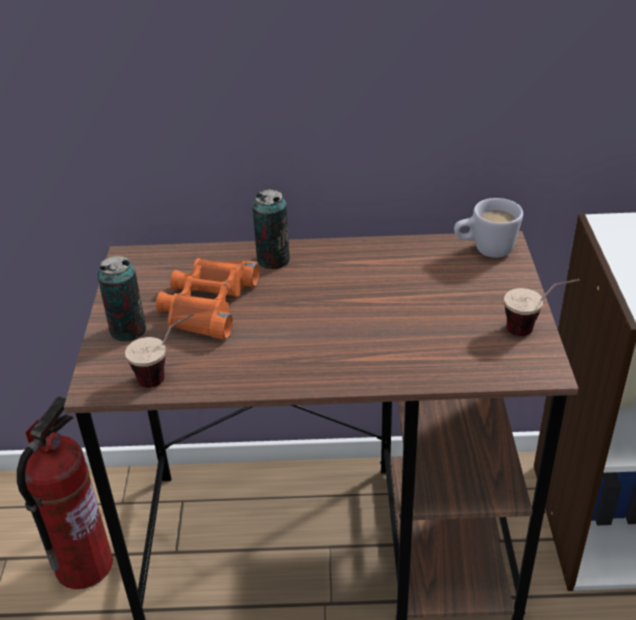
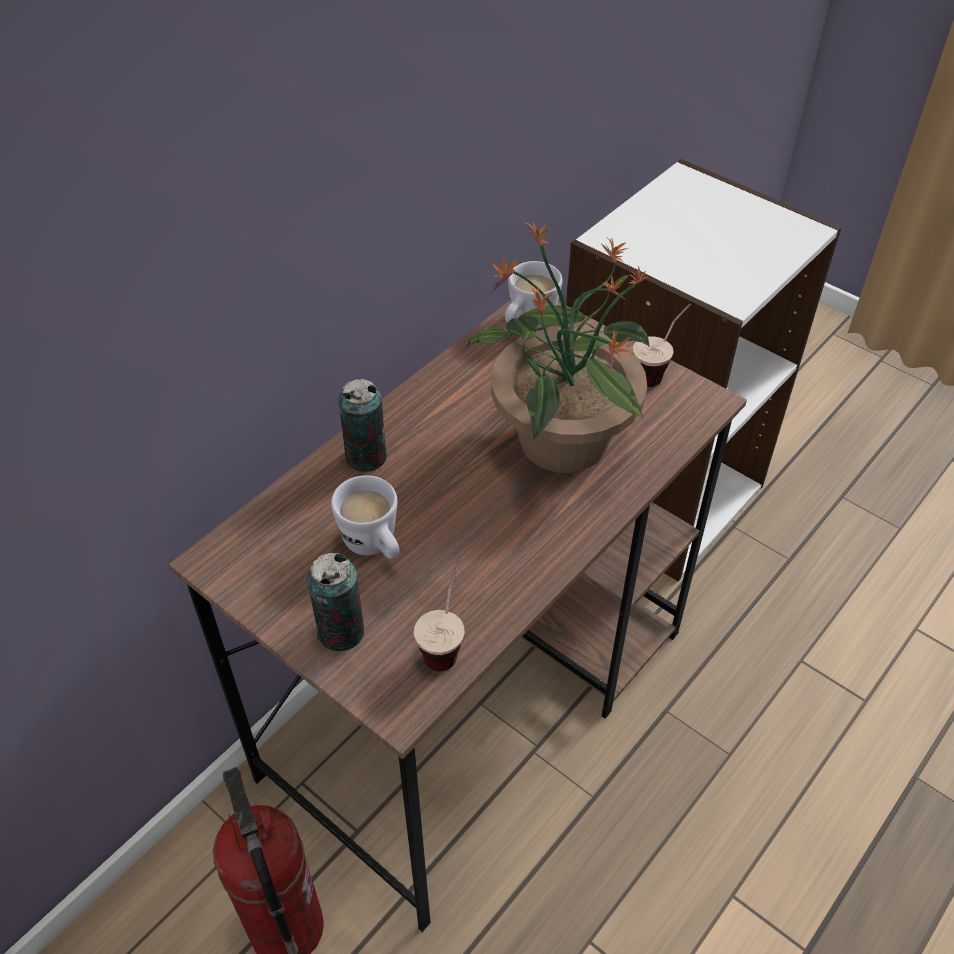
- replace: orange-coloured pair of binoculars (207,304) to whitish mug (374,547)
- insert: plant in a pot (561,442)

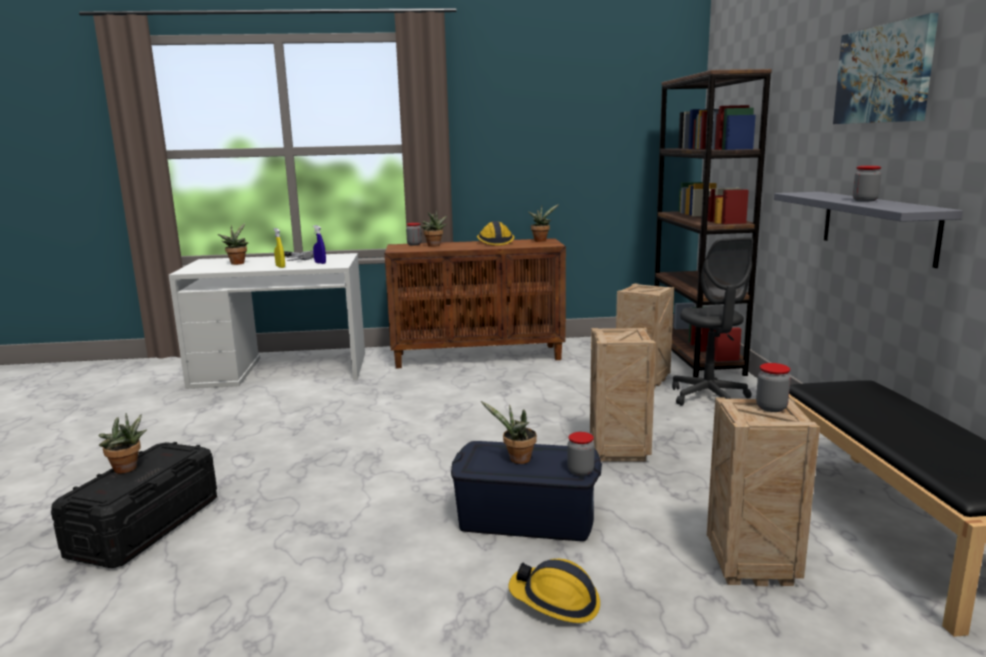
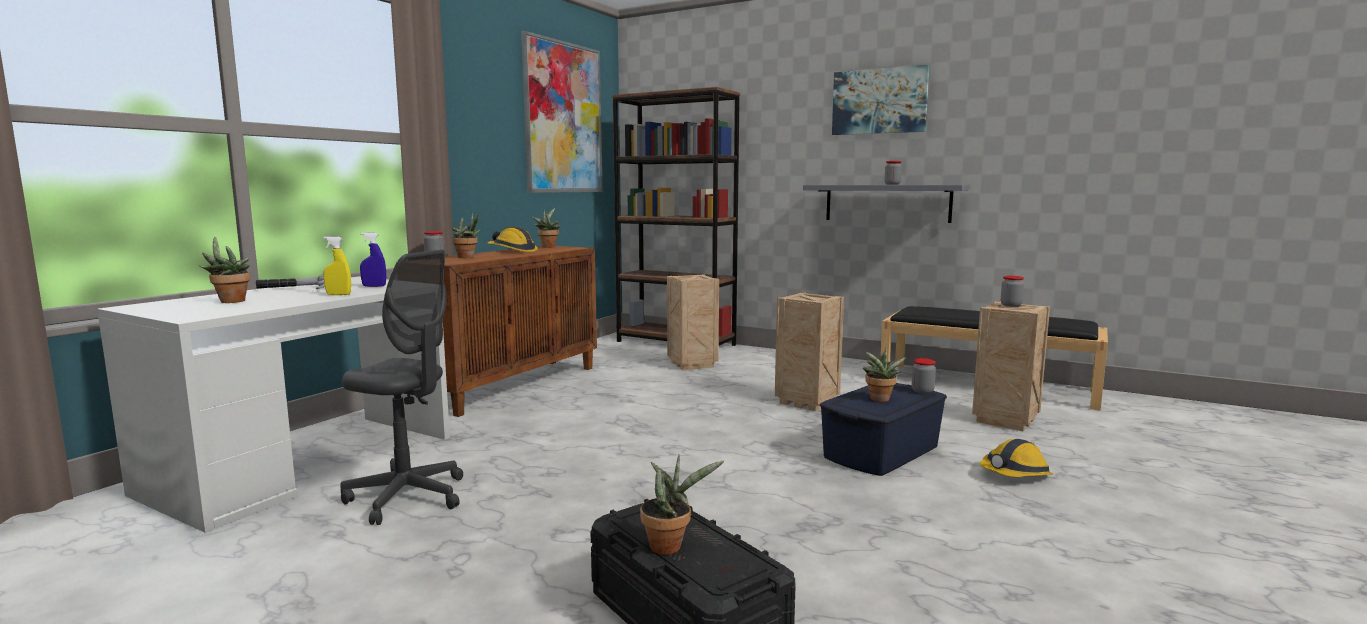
- move: gray desk chair (708,397) to (407,497)
- insert: wall art (563,118)

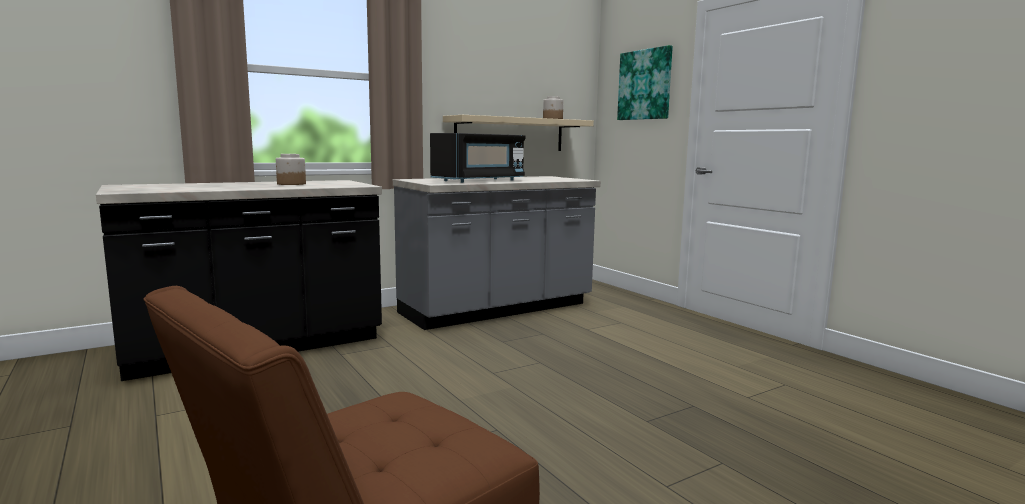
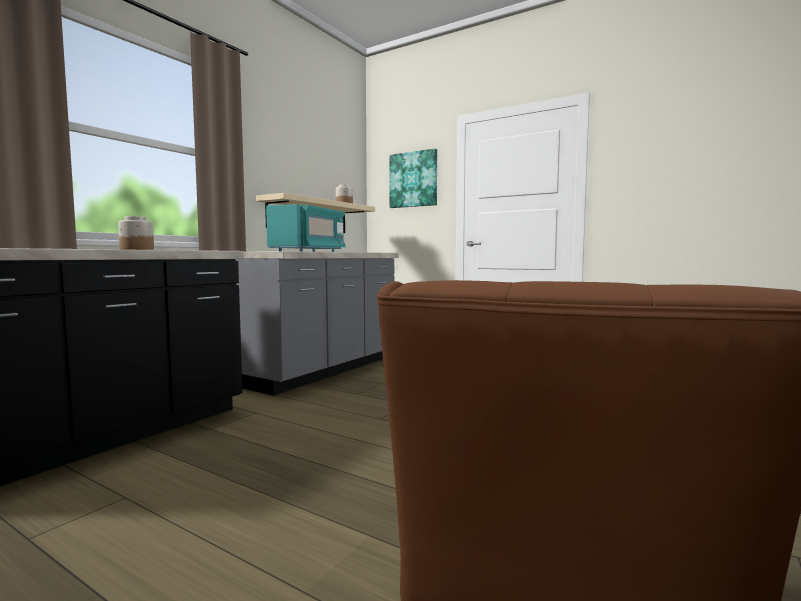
- recolor: black microwave oven (480,181) to turquoise-coloured microwave oven (309,251)

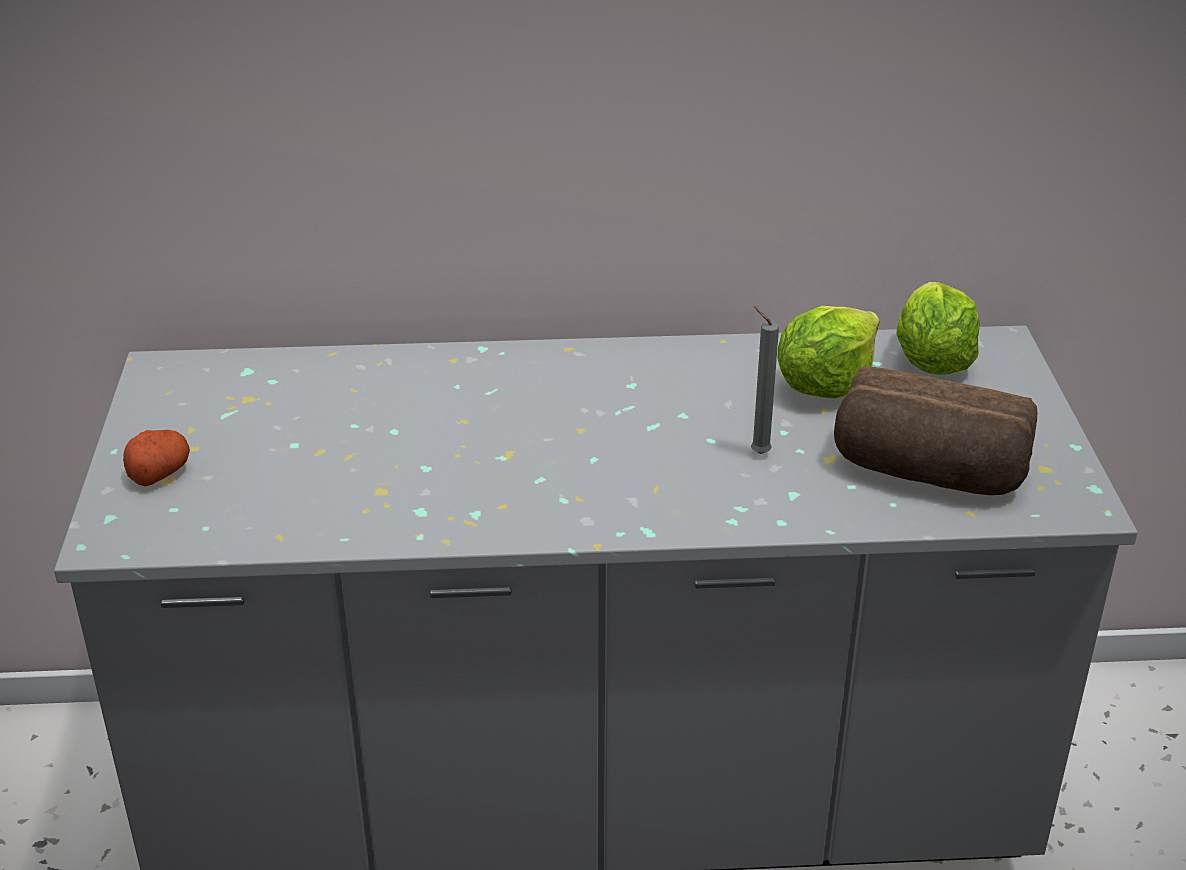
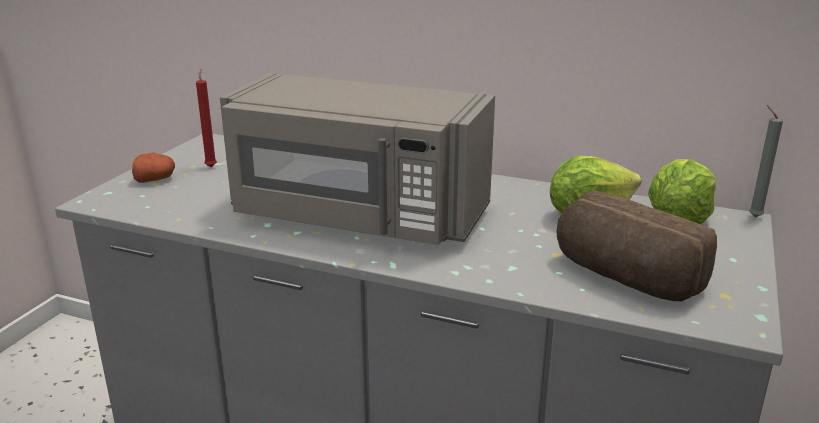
- move: gray wax light (757,452) to (753,216)
- insert: red wax light (211,166)
- insert: gray microwave oven (357,216)

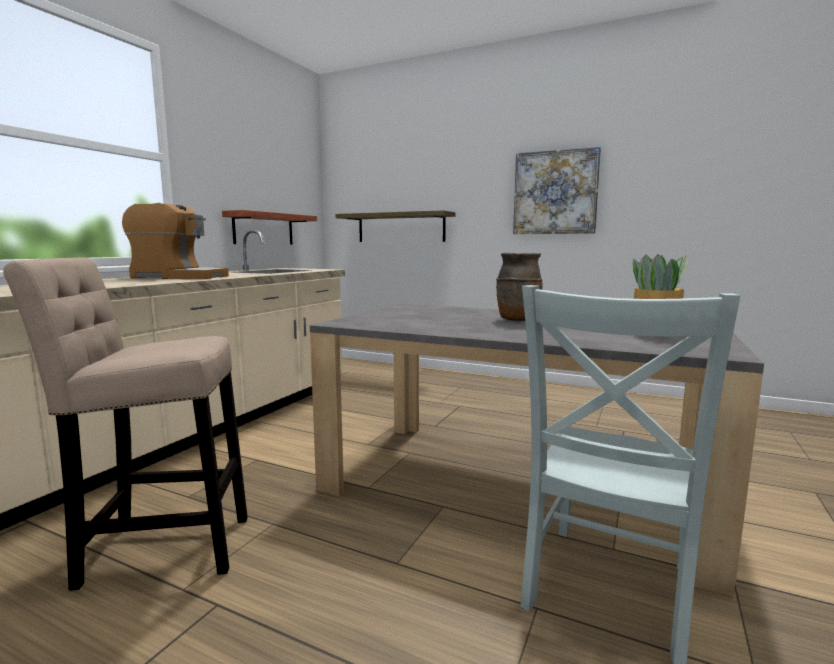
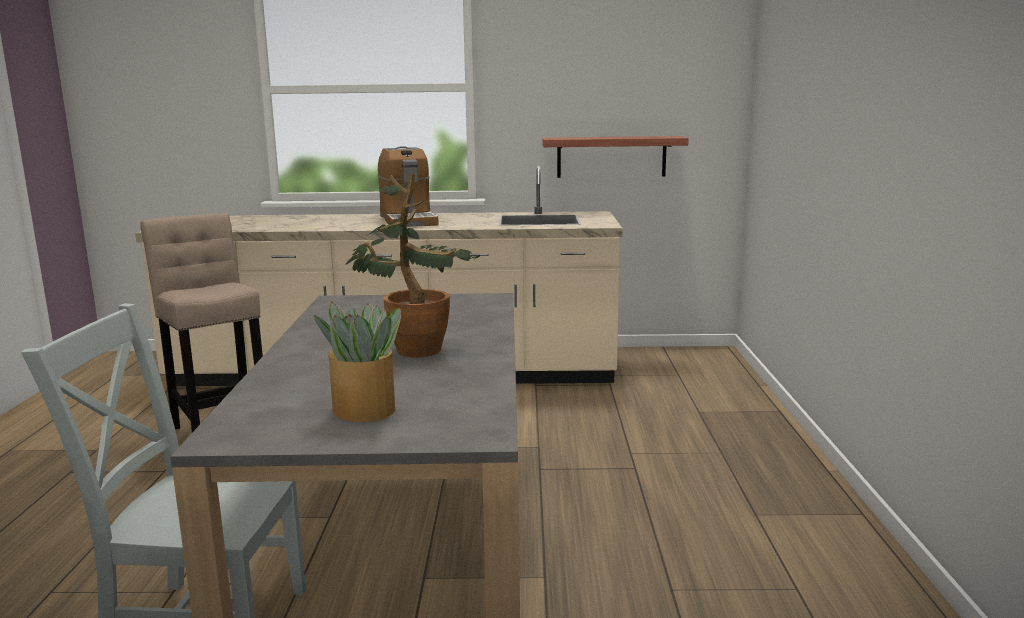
- delete: shelf (400,227)
- replace: brownish decorative vase (517,320) to plant in a pot (412,347)
- delete: wall art (555,192)

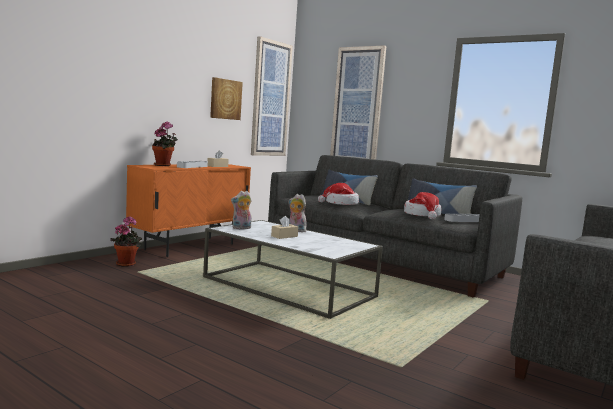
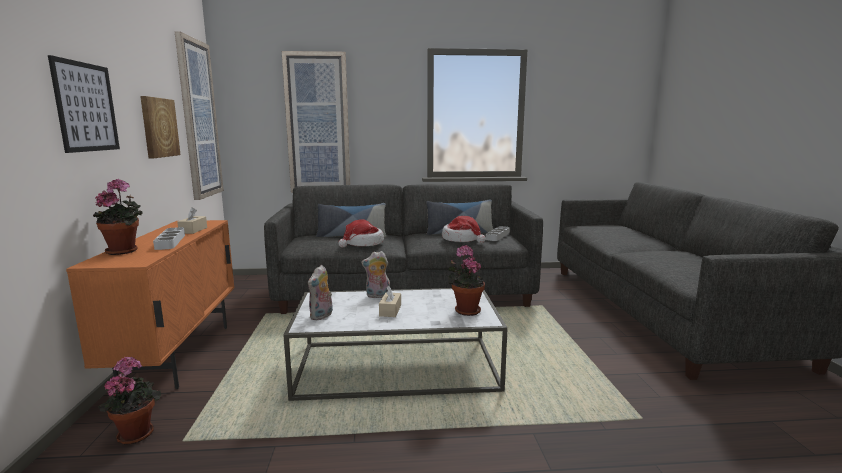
- insert: wall art (86,107)
- insert: plant in a pot (465,310)

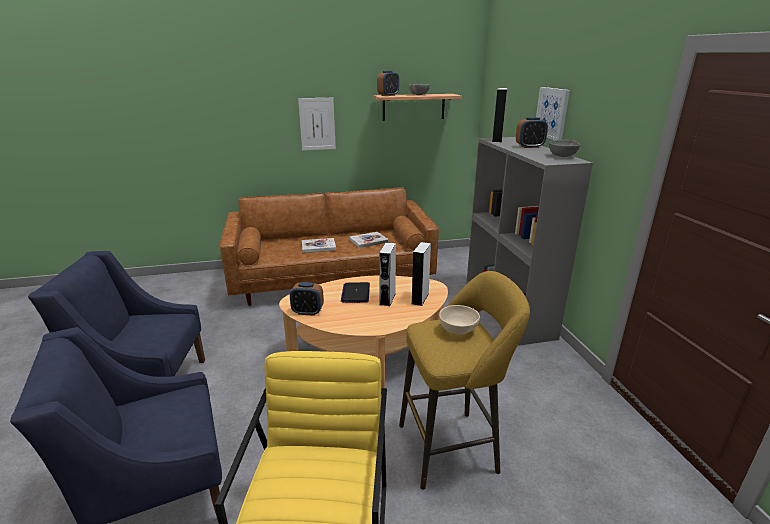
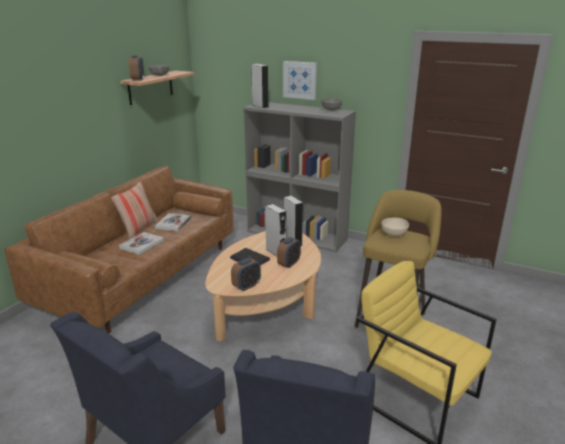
- delete: wall art (317,124)
- move: table clock (529,146) to (289,263)
- insert: throw pillow (138,229)

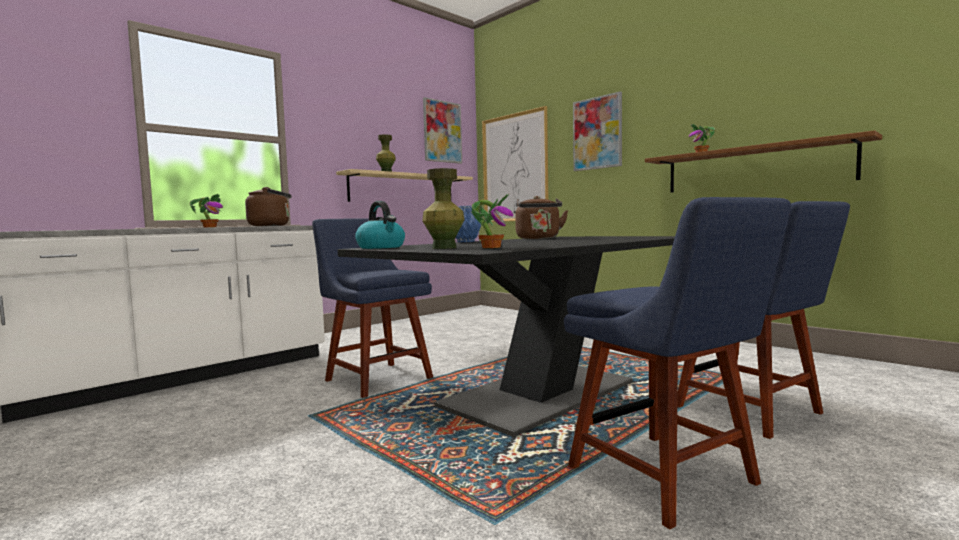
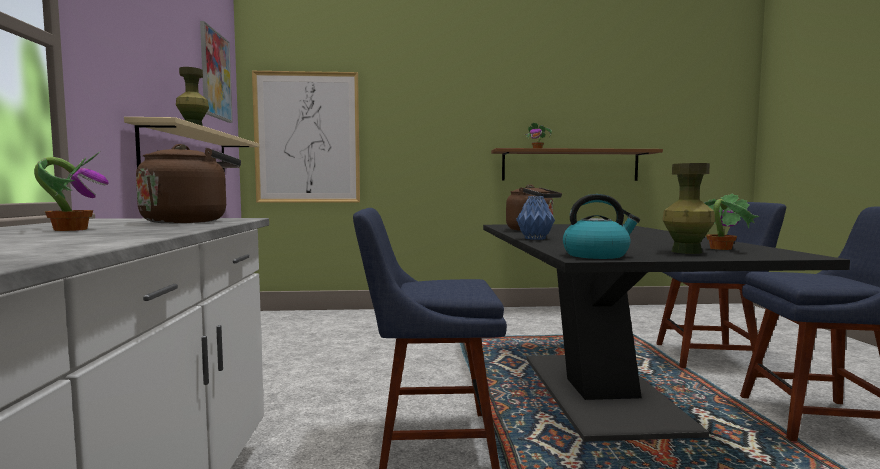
- delete: wall art (597,133)

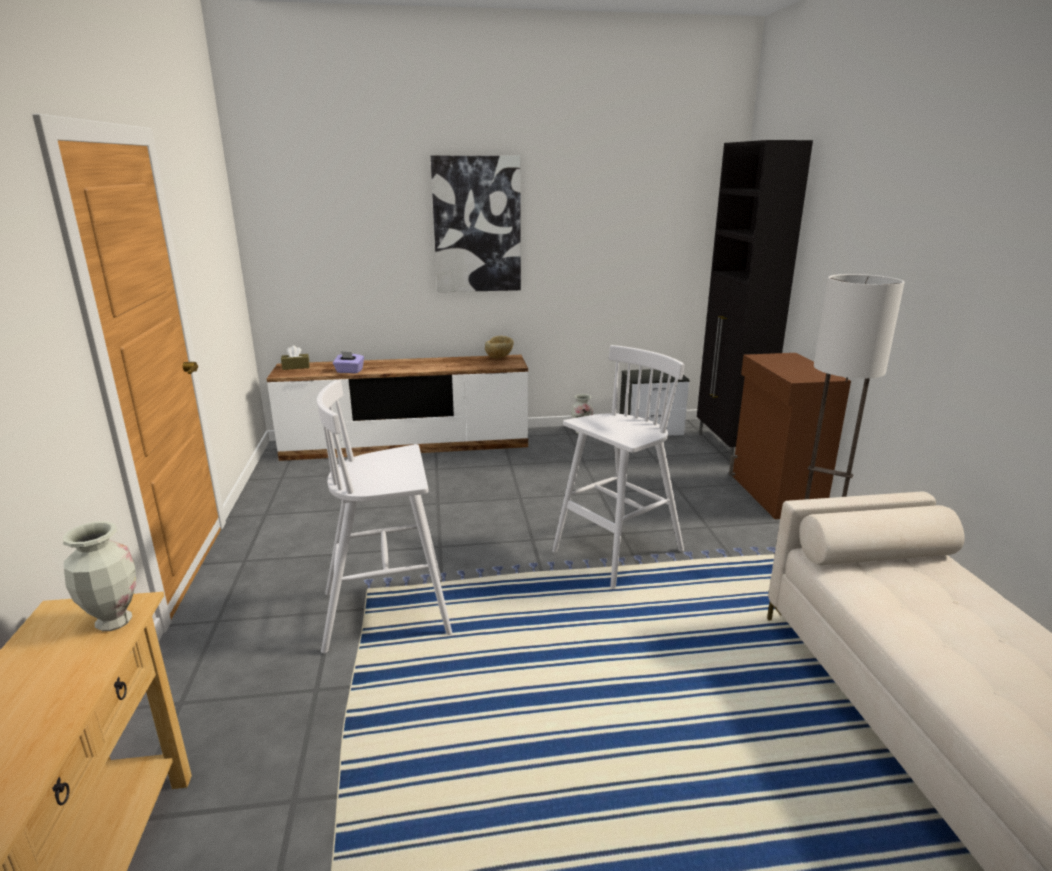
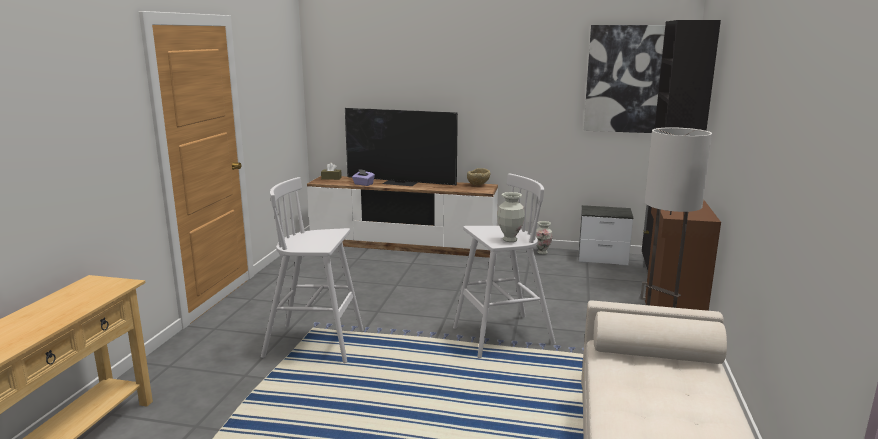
- move: decorative vase (113,622) to (509,240)
- move: wall art (477,225) to (622,79)
- insert: TV set (400,183)

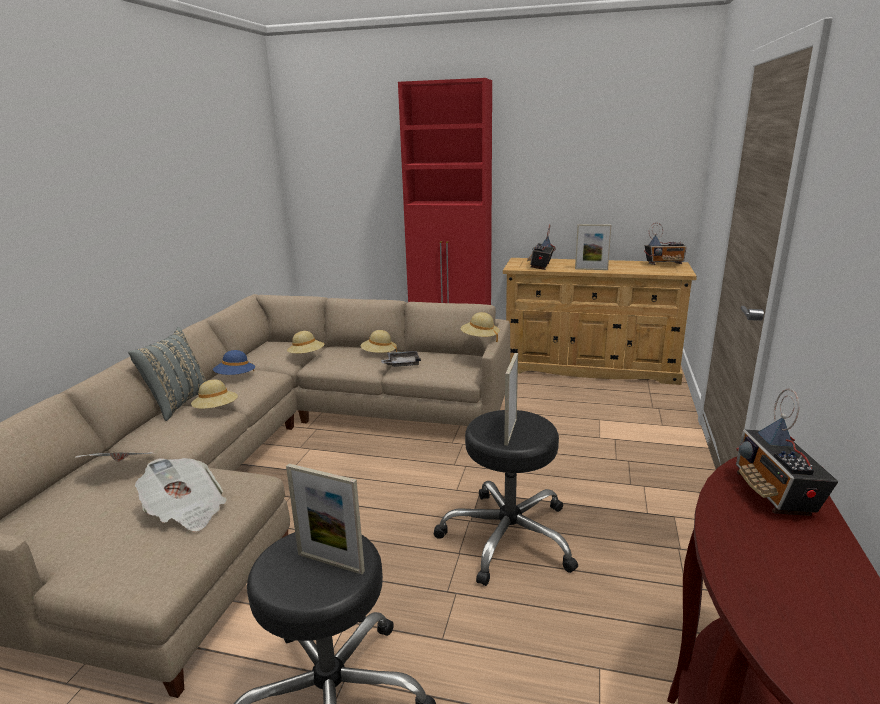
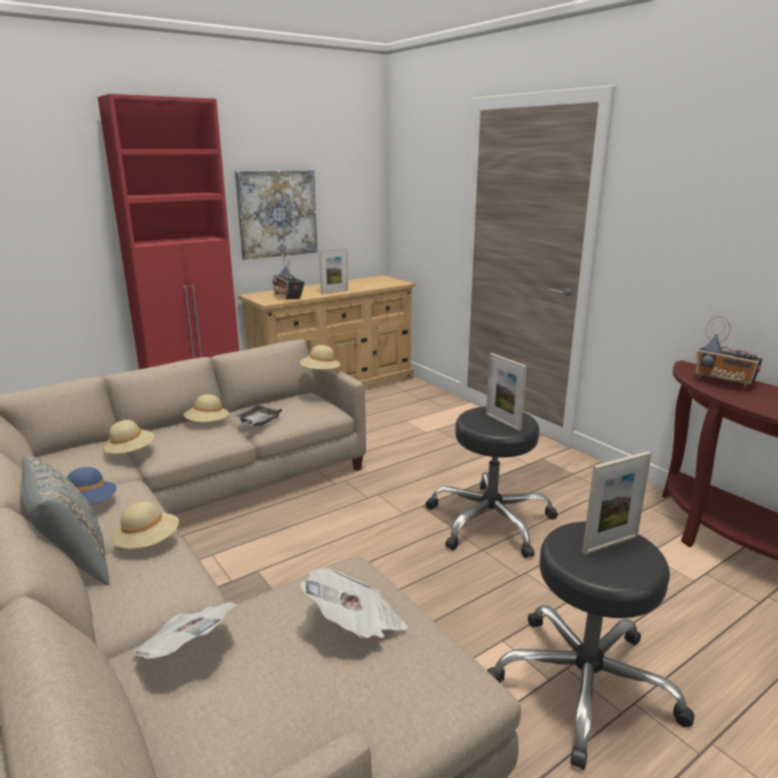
- delete: radio set (664,264)
- insert: wall art (277,213)

